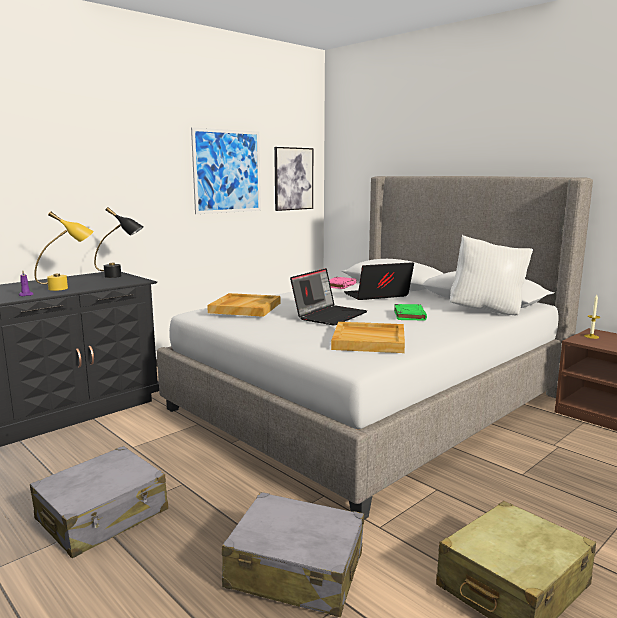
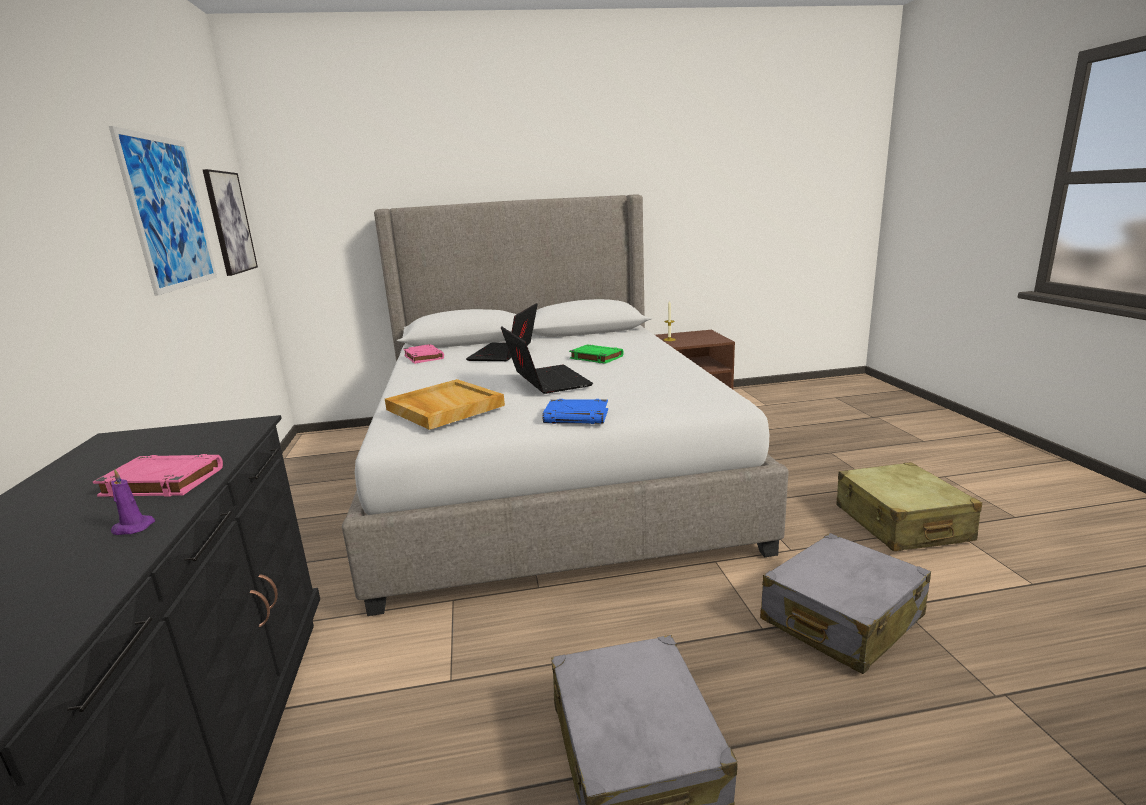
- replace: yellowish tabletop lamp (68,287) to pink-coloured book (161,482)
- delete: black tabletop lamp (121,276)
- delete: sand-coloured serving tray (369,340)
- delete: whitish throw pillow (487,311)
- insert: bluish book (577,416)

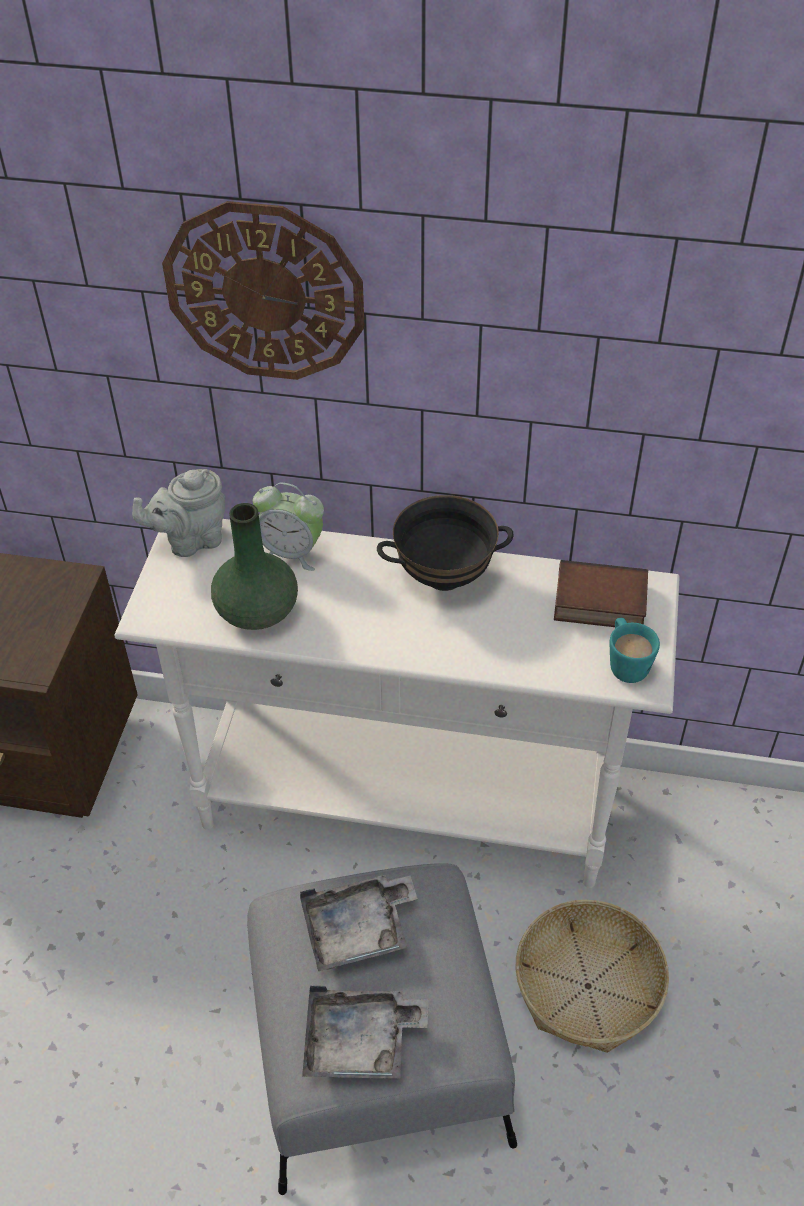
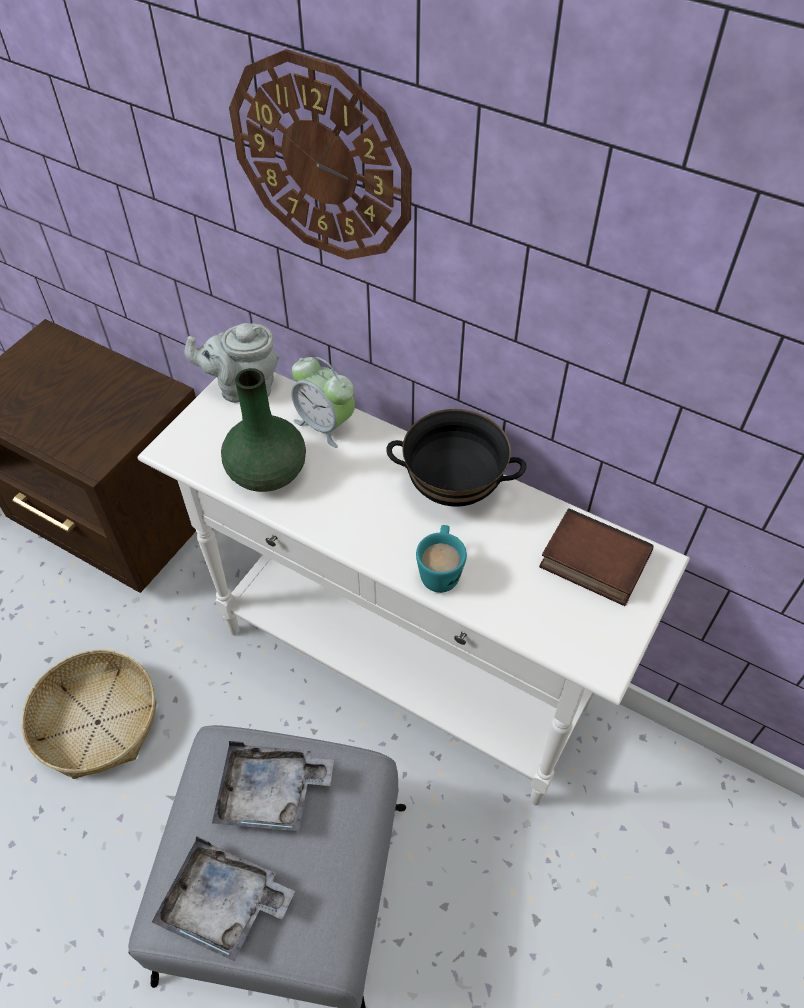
- move: basket (587,985) to (98,722)
- move: turquoise-coloured mug (626,663) to (440,570)

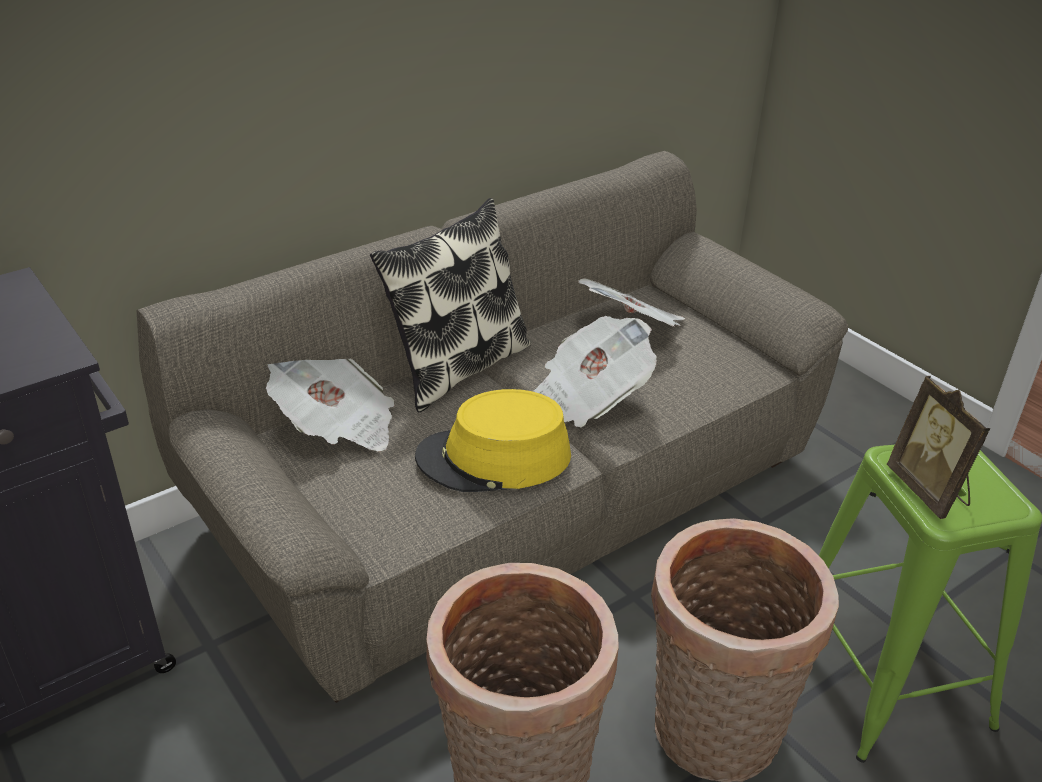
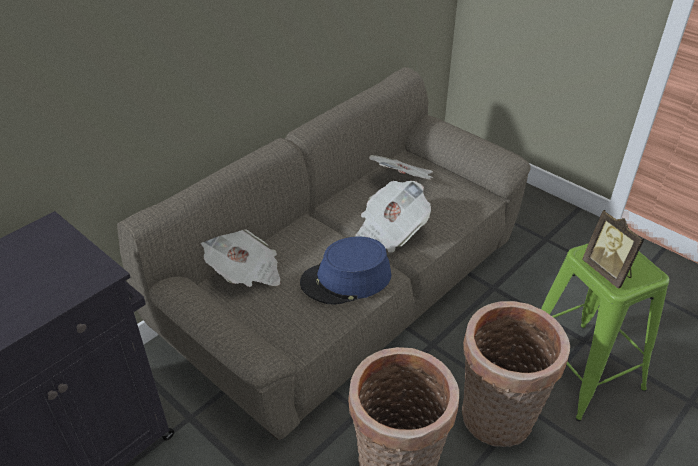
- delete: throw pillow (457,367)
- recolor: yellowish clothing hat (494,458) to bluish clothing hat (346,279)

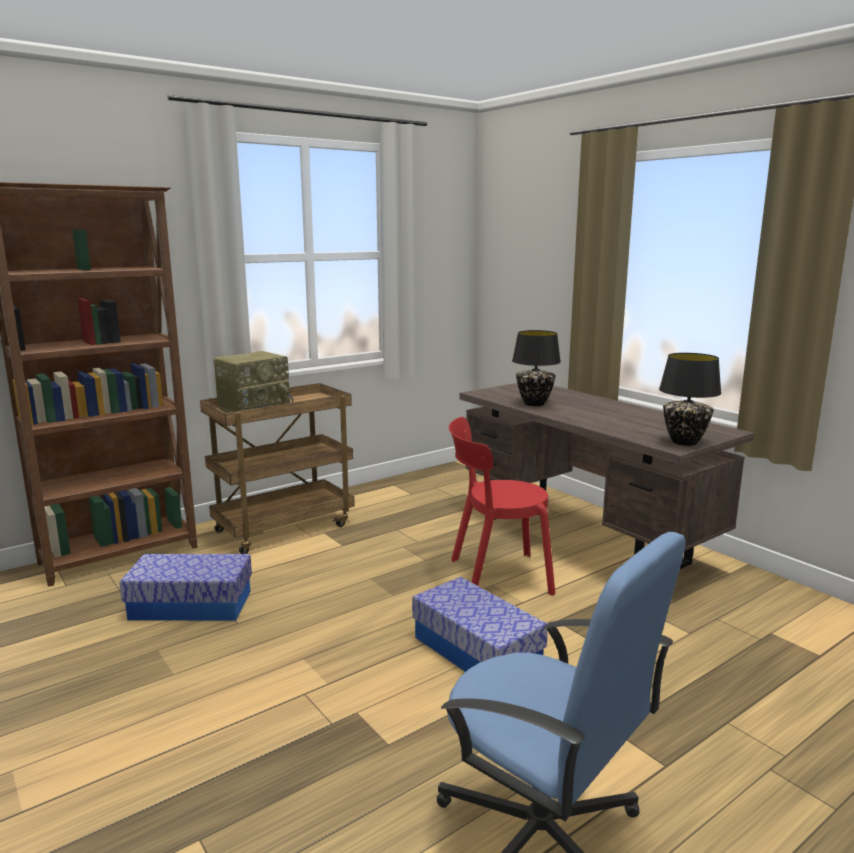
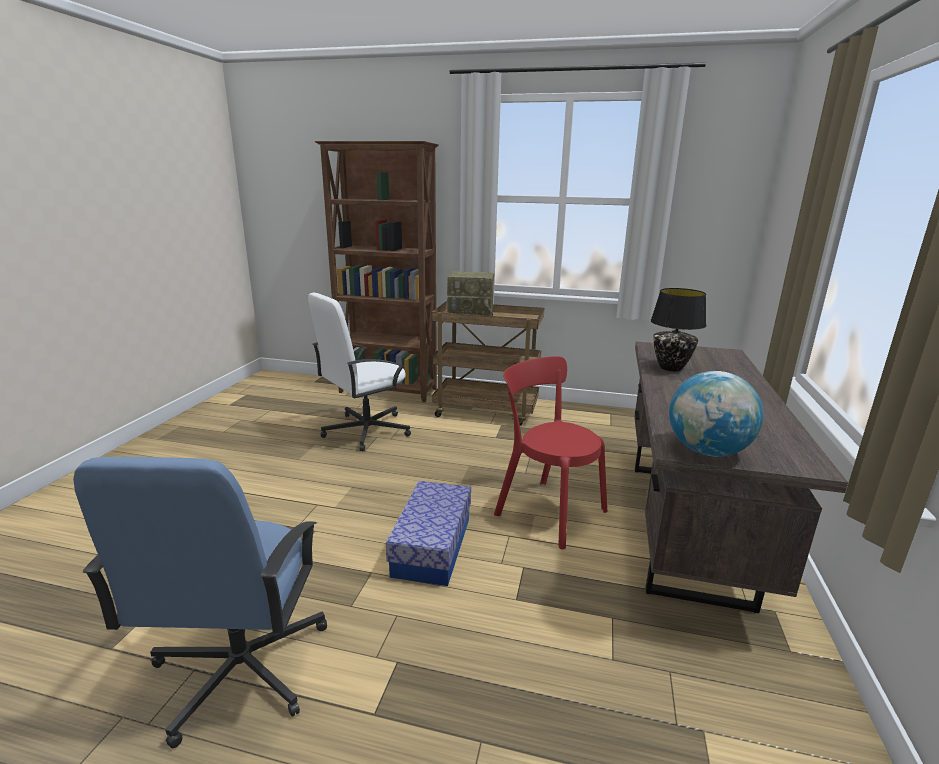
- replace: storage bin (191,605) to whitish desk chair (365,431)
- replace: black tabletop lamp (685,442) to globe (707,451)

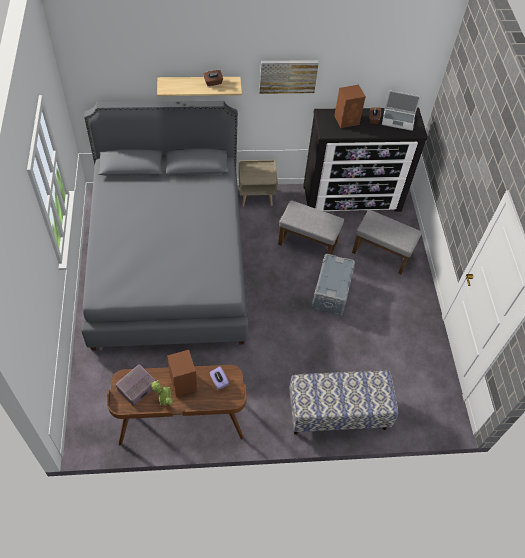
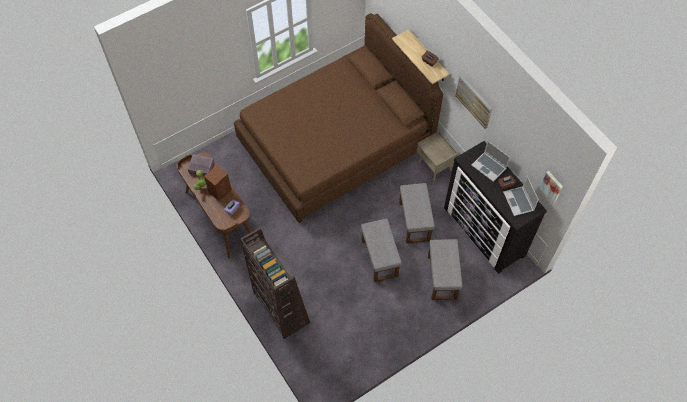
- recolor: gray sleeping bed (168,261) to brownish sleeping bed (335,143)
- replace: indoor bench (337,413) to brownish shelving unit (280,307)
- replace: gray storage bin (332,292) to gray pouffe (380,258)
- replace: brownish speaker (347,120) to portable computer (489,167)
- insert: wall art (552,186)

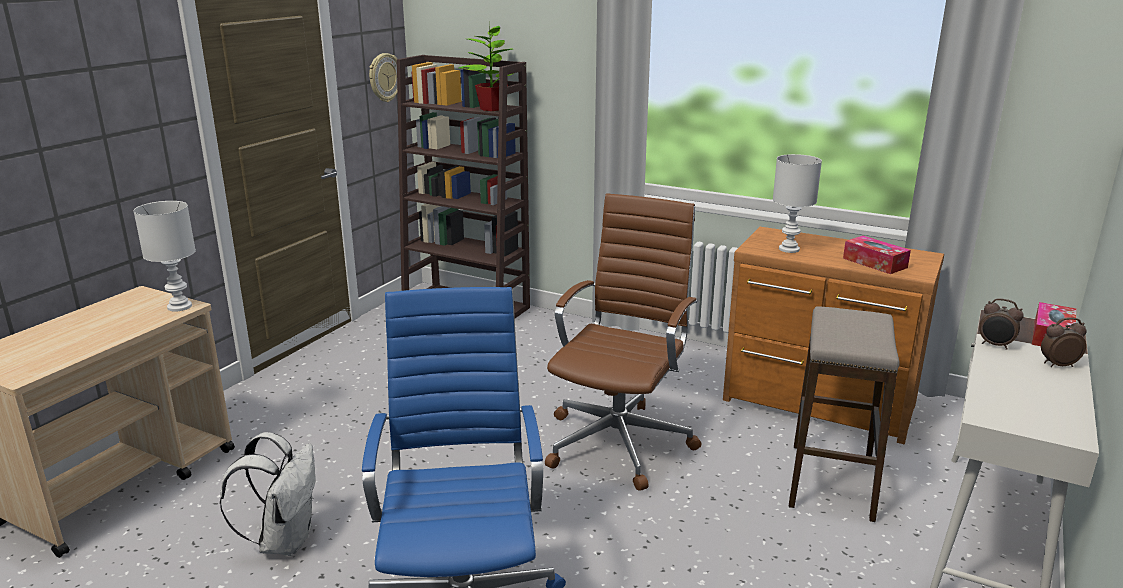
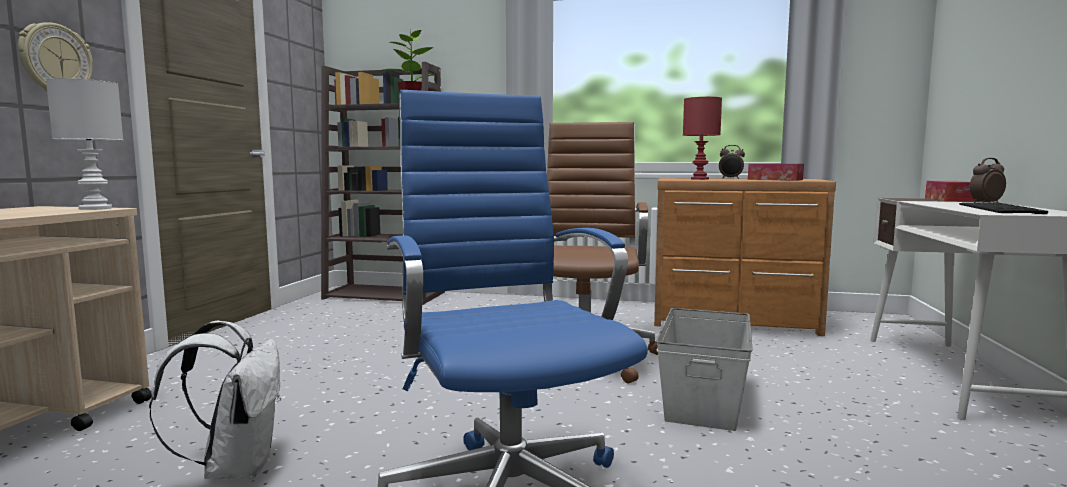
- move: wall clock (384,77) to (55,61)
- recolor: whitish tabletop lamp (788,249) to red tabletop lamp (699,179)
- delete: stool seat (831,482)
- move: table clock (995,345) to (730,178)
- insert: gray storage bin (702,398)
- insert: computer keyboard (1002,209)

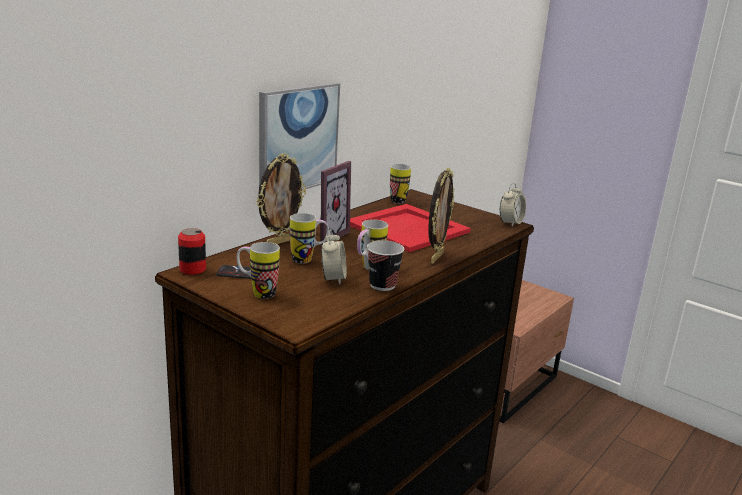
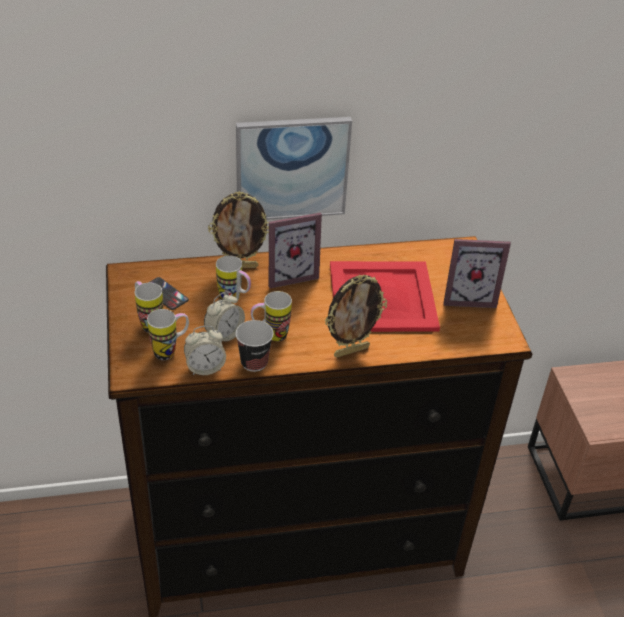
- delete: metal can (192,269)
- move: mug (399,199) to (171,351)
- move: table clock (510,223) to (205,367)
- insert: standing frame (468,296)

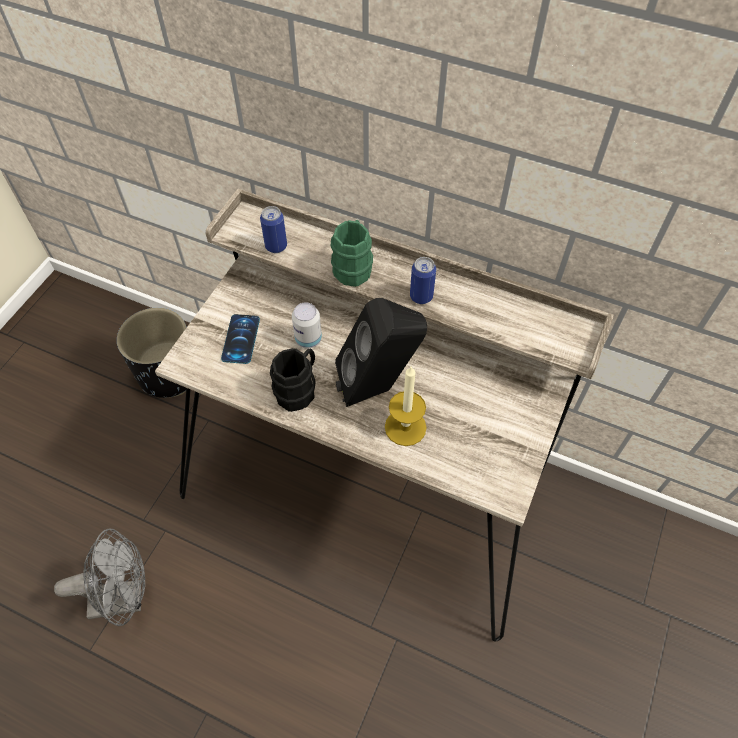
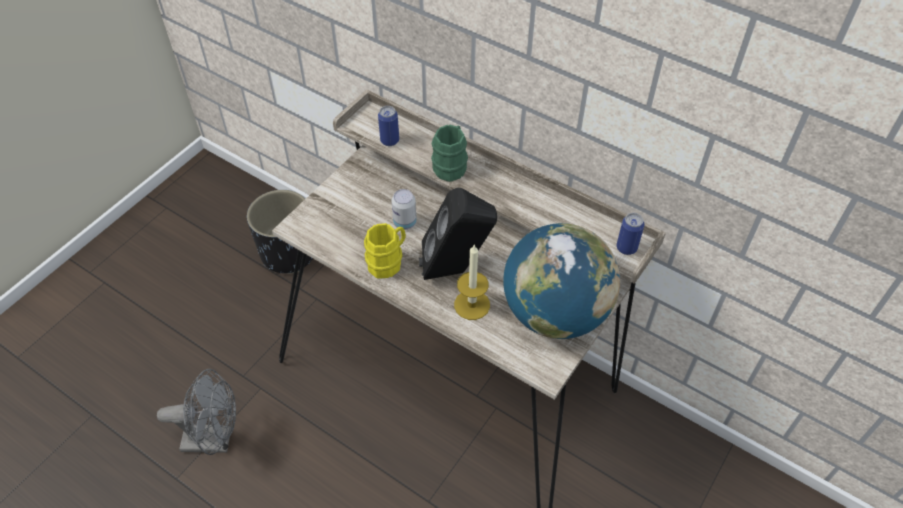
- delete: telephone (240,339)
- recolor: black mug (299,389) to yellowish mug (388,261)
- move: metal can (421,296) to (626,248)
- insert: globe (555,313)

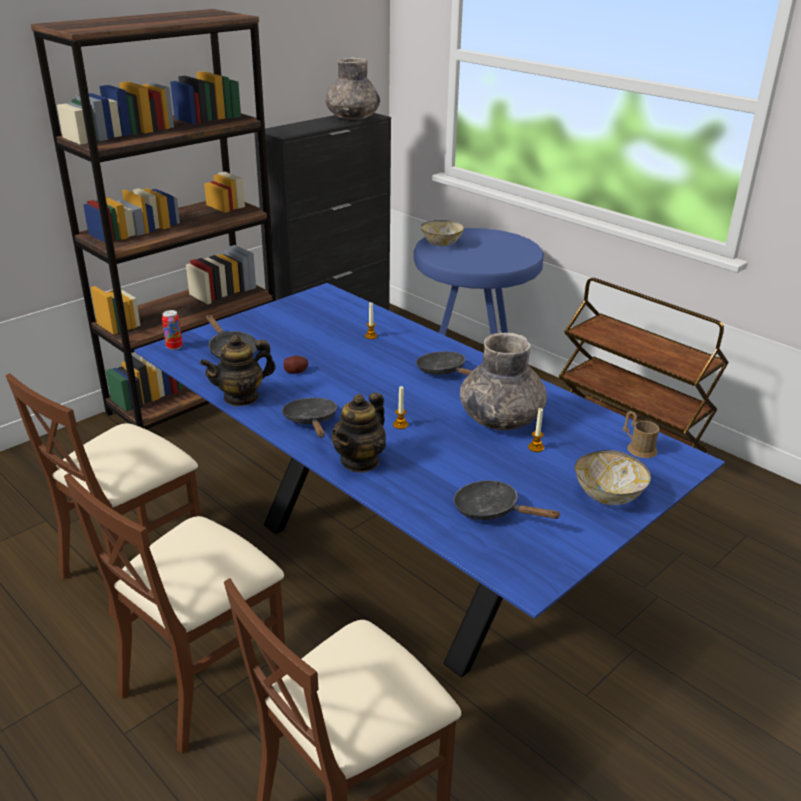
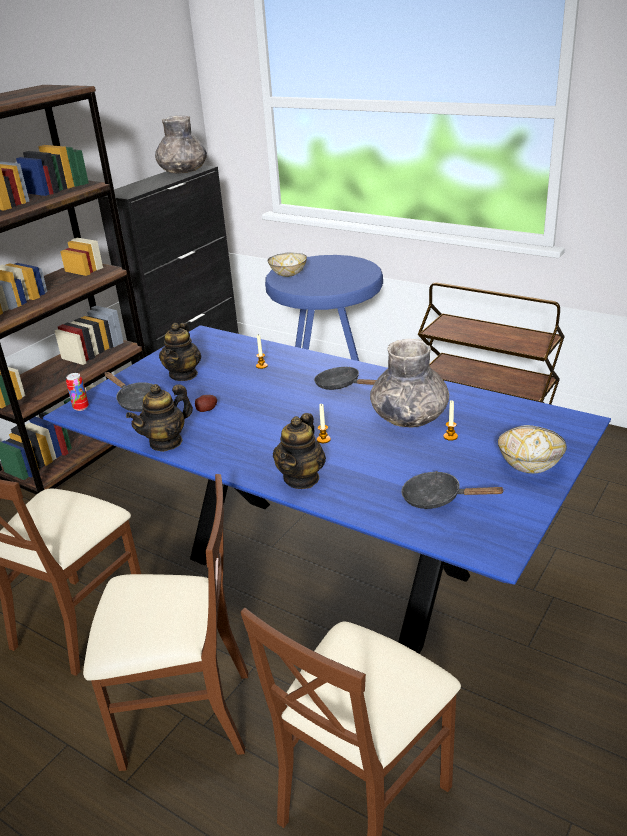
- rotate: brownish upright chair (203,682) = (184,715) 120 degrees counterclockwise
- delete: black skillet (311,421)
- delete: brownish mug (638,447)
- insert: tea pot (184,374)

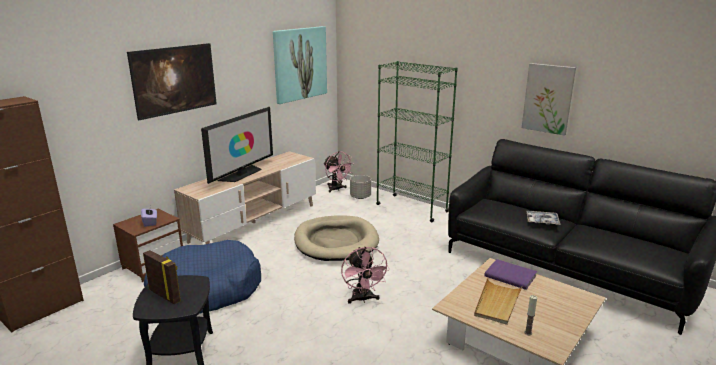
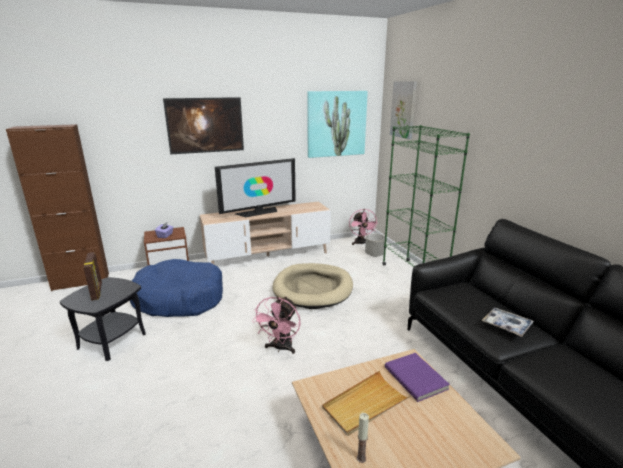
- move: wall art (548,98) to (403,109)

